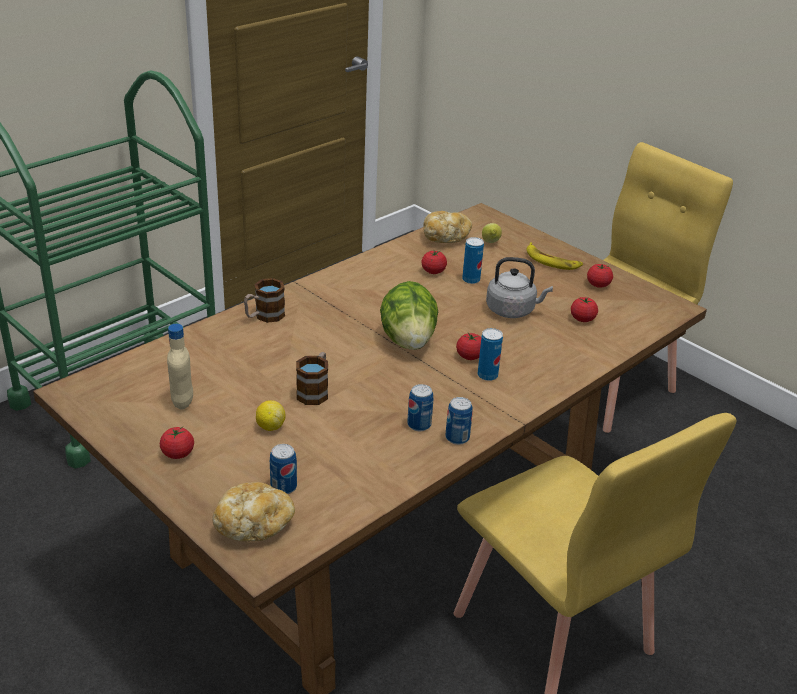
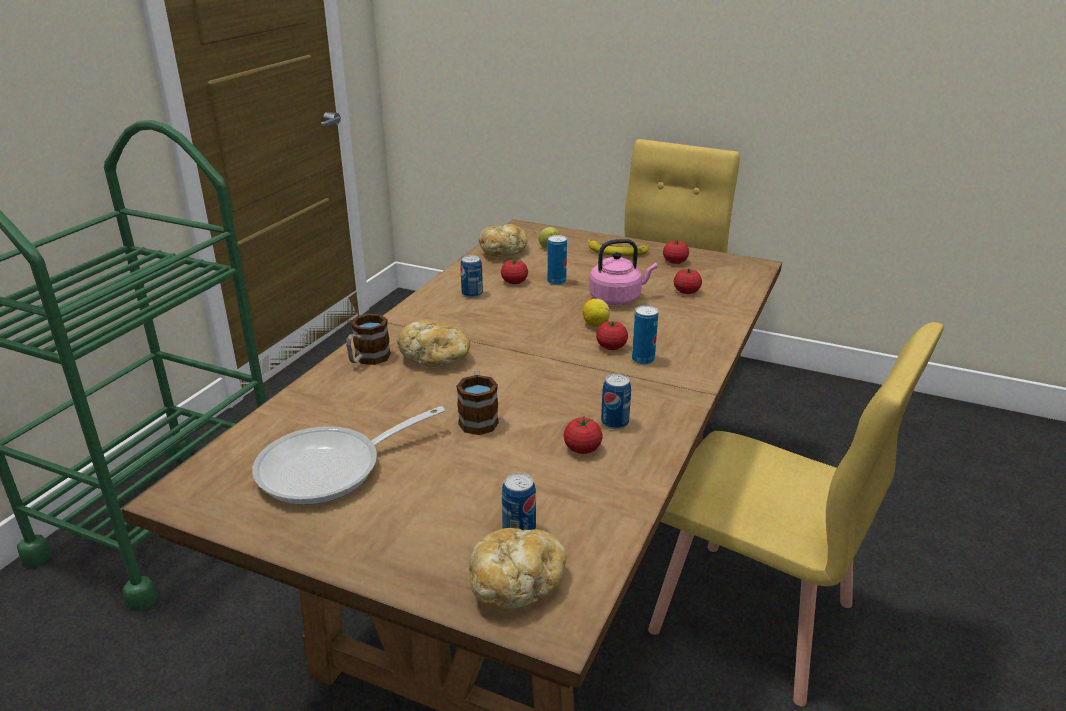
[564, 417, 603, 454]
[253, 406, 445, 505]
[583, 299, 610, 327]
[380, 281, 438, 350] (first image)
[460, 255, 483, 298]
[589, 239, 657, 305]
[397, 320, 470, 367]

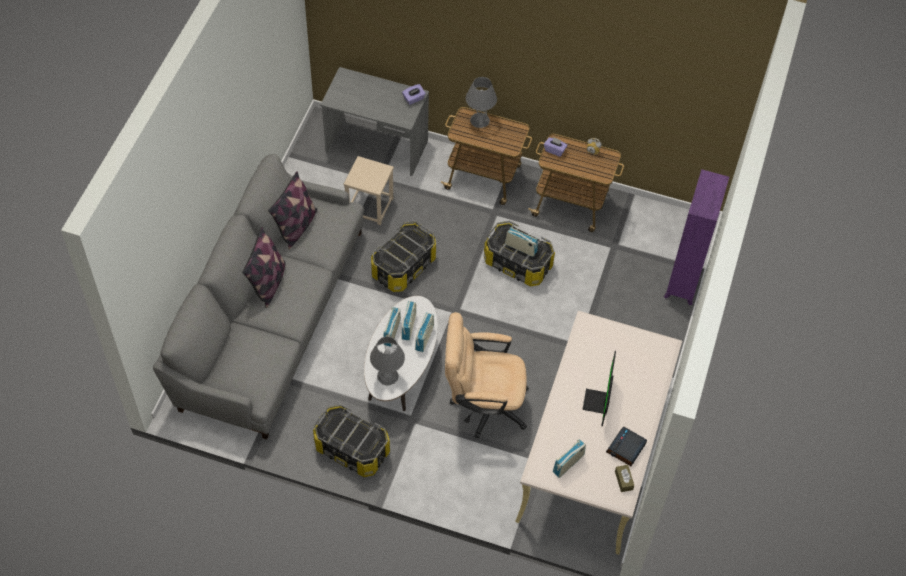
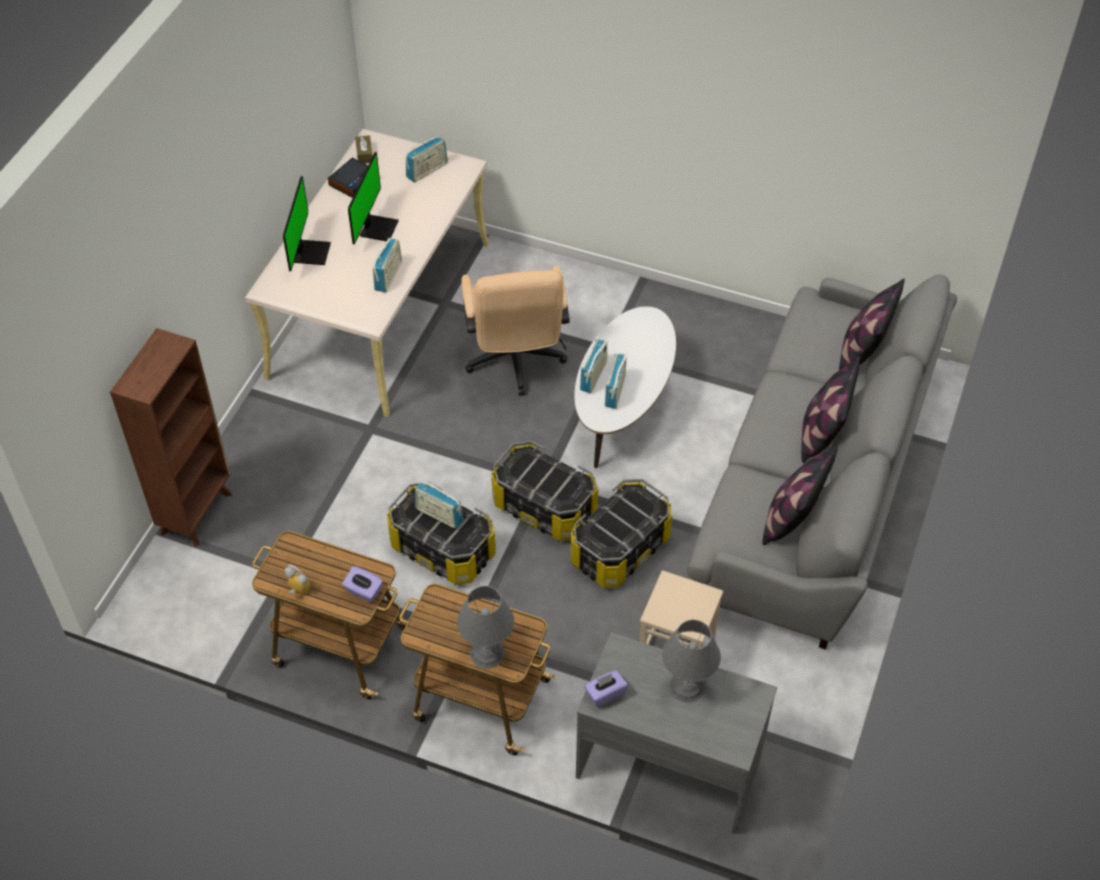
[492, 441, 598, 541]
[662, 620, 721, 703]
[373, 238, 402, 293]
[461, 266, 570, 396]
[110, 328, 232, 547]
[283, 176, 331, 271]
[839, 278, 905, 370]

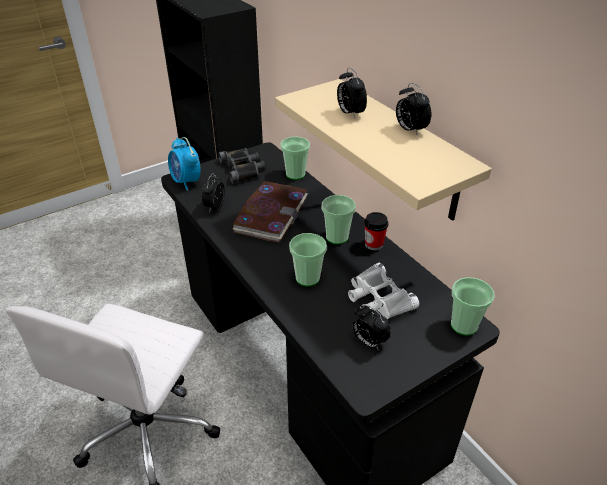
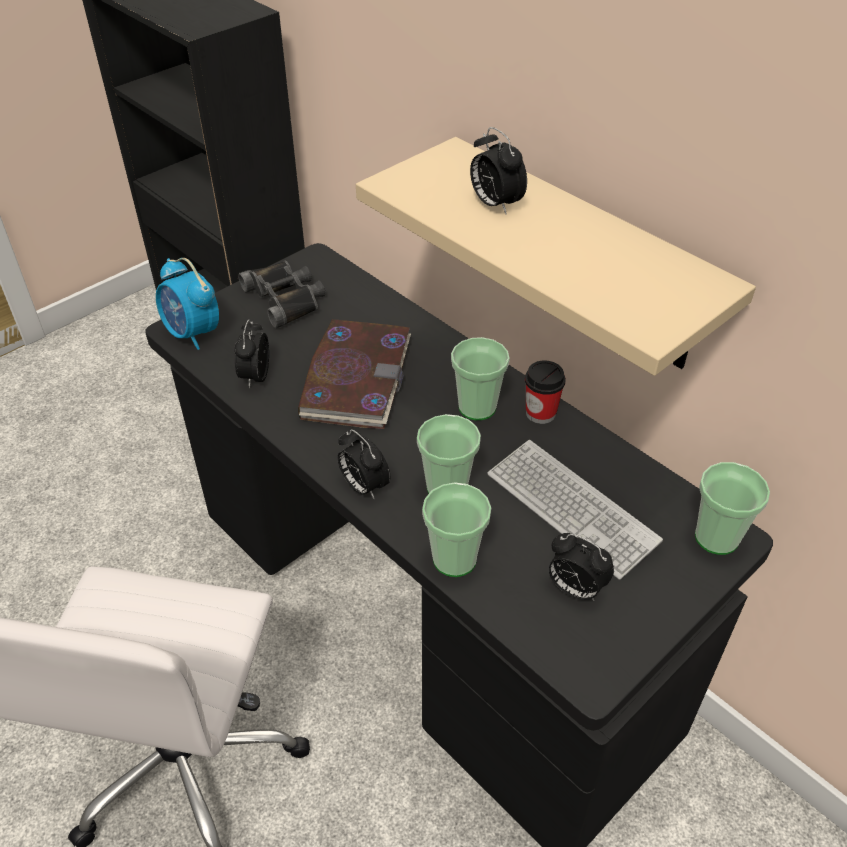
[422, 482, 491, 577]
[488, 440, 663, 580]
[338, 429, 390, 499]

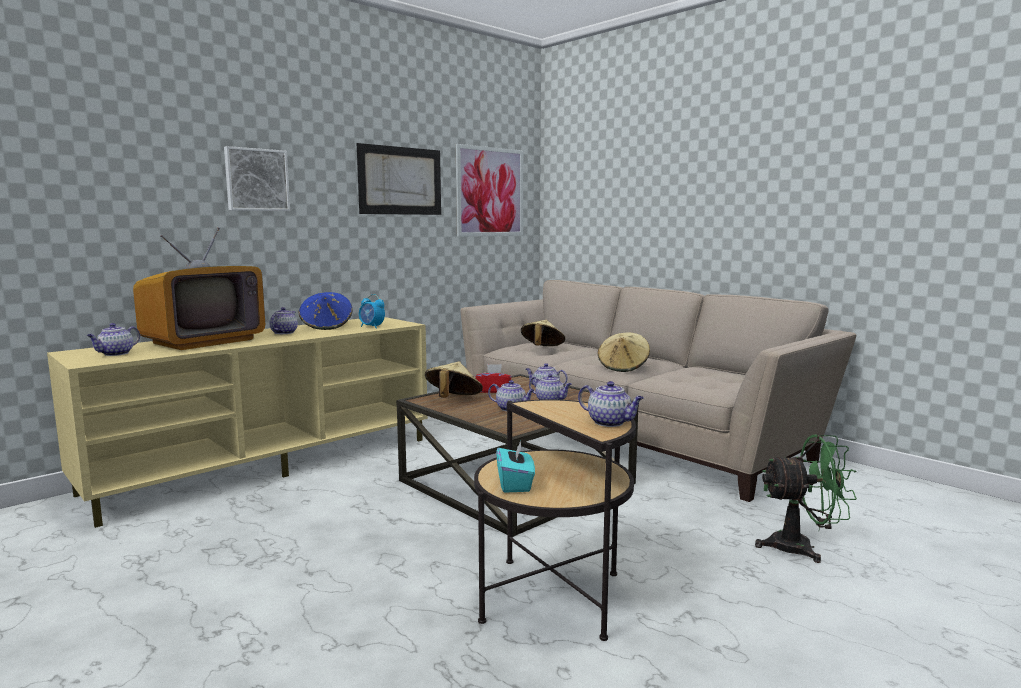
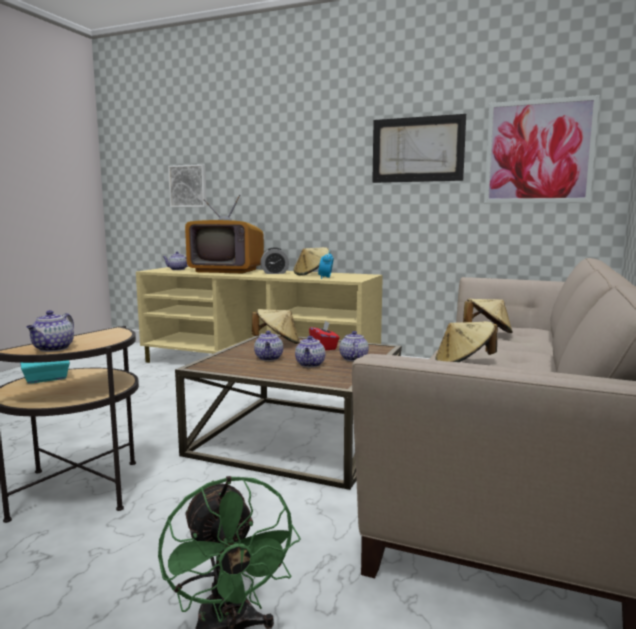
[168, 164, 207, 207]
[261, 247, 289, 274]
[293, 247, 329, 276]

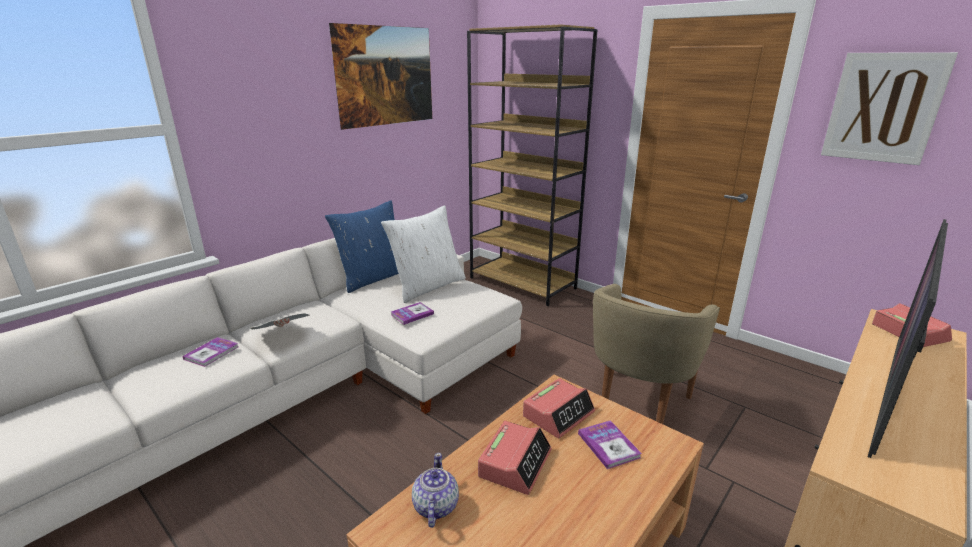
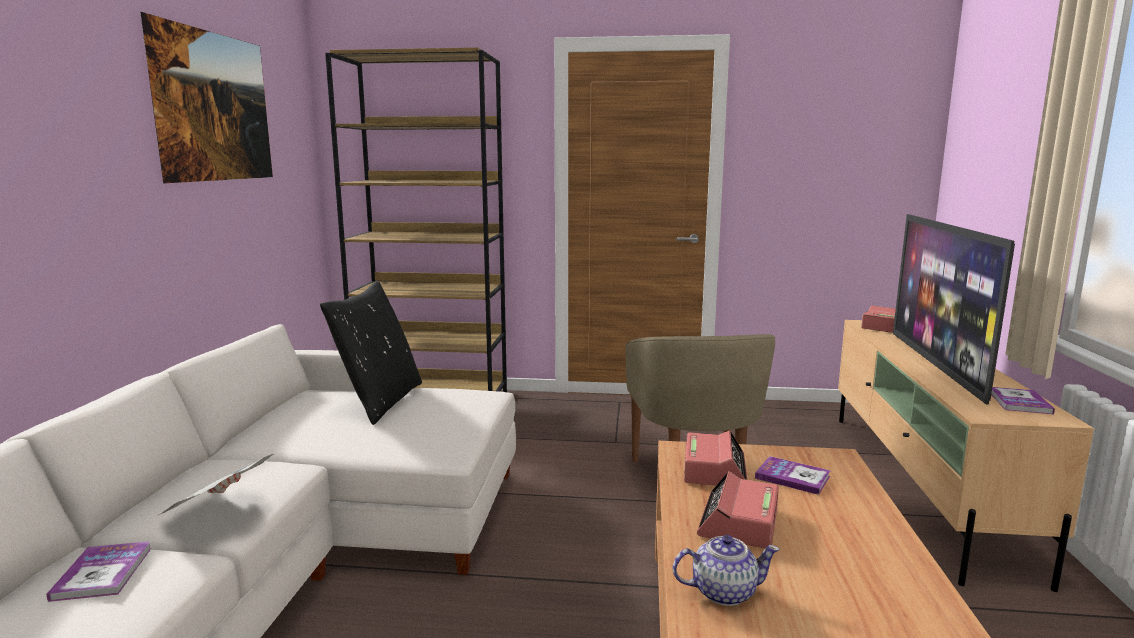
[325, 200, 399, 293] (first image)
[320, 281, 422, 425]
[991, 387, 1055, 414]
[673, 535, 780, 606]
[697, 471, 779, 548]
[821, 52, 958, 165] (first image)

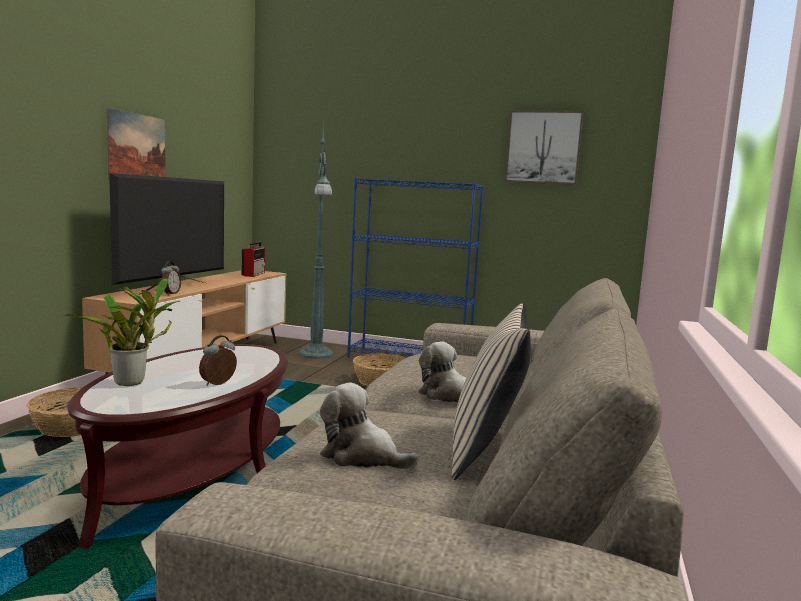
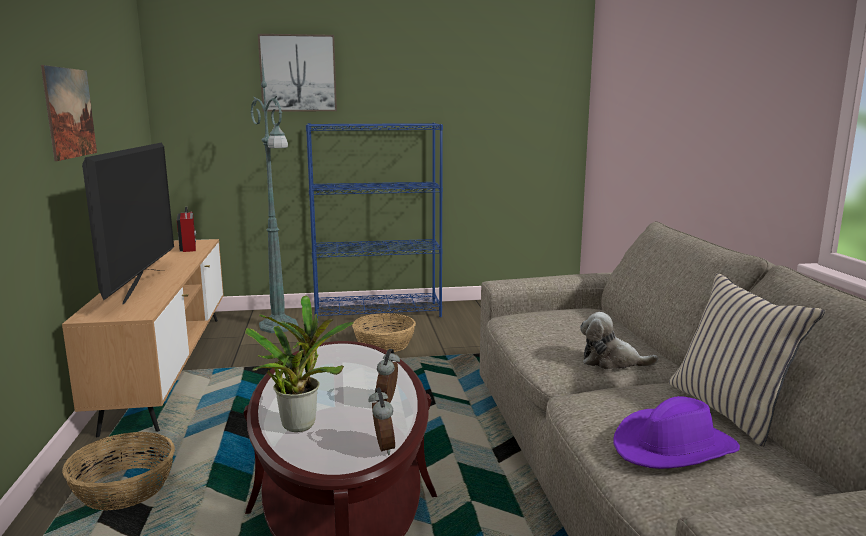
[368, 387, 395, 455]
[613, 396, 740, 469]
[258, 34, 337, 111]

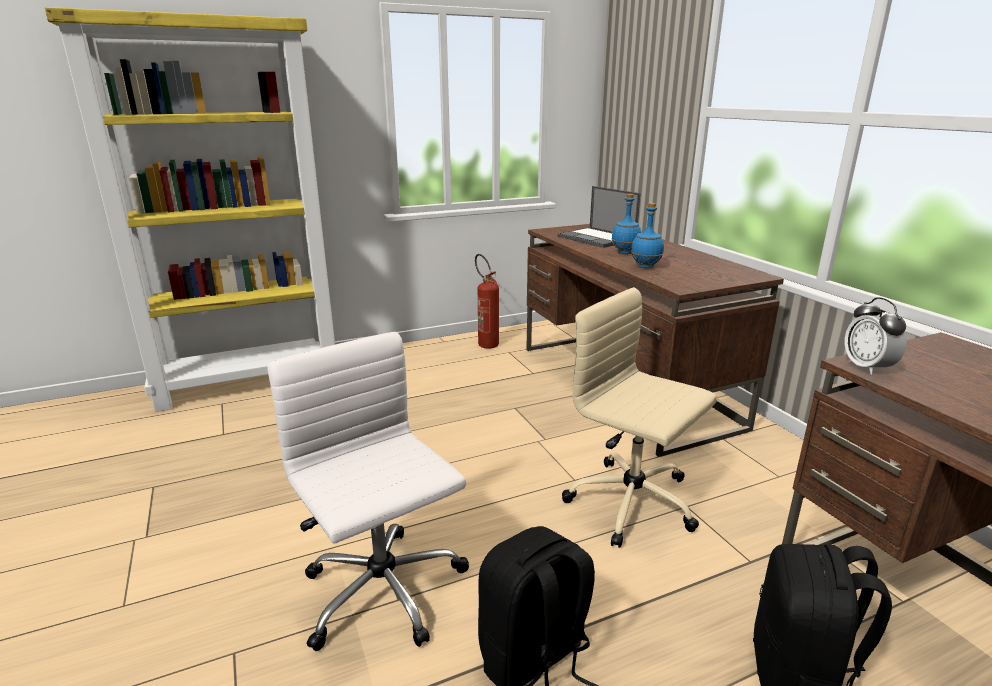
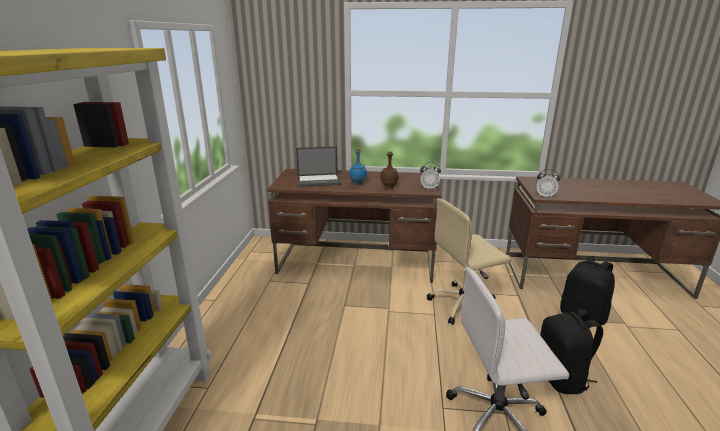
[475, 254, 499, 349] (first image)
[380, 151, 399, 189]
[420, 162, 441, 189]

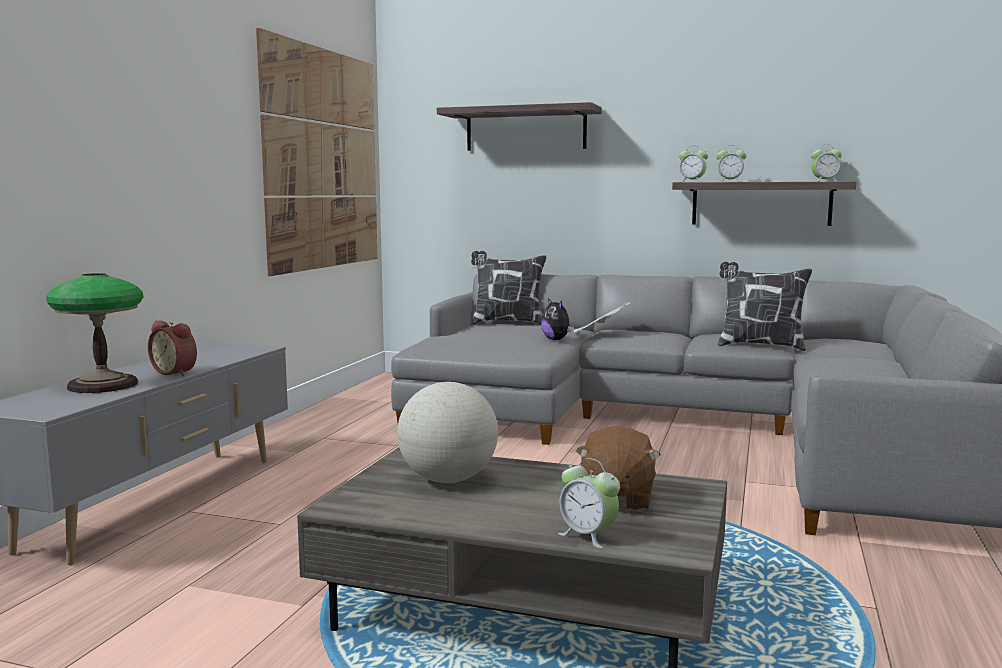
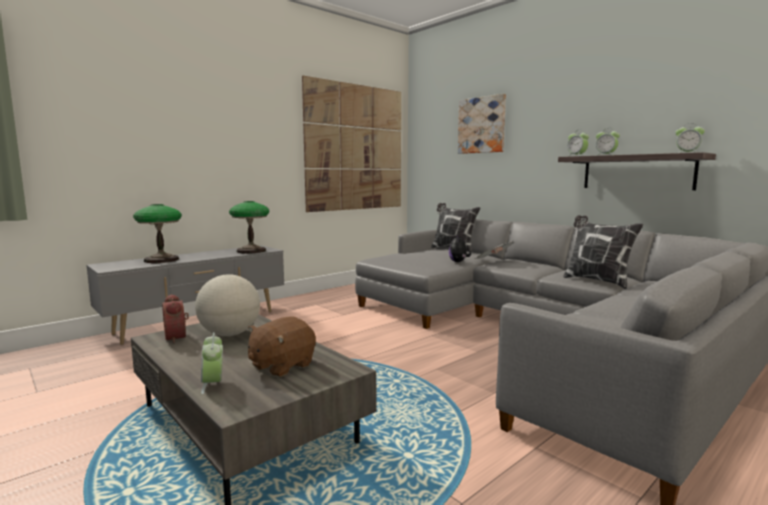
[162, 294, 189, 343]
[458, 94, 506, 154]
[229, 201, 269, 254]

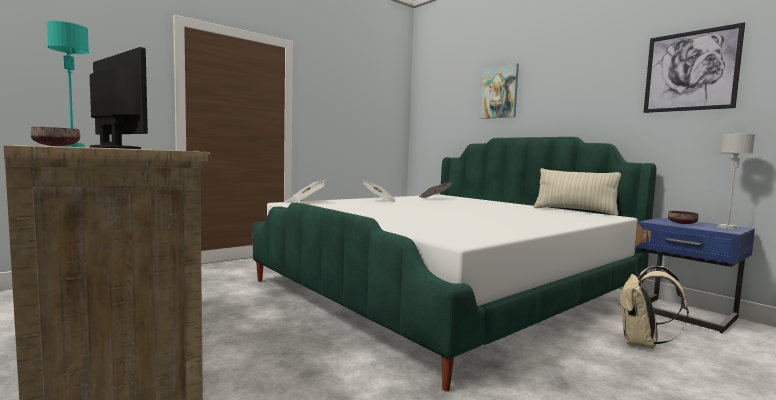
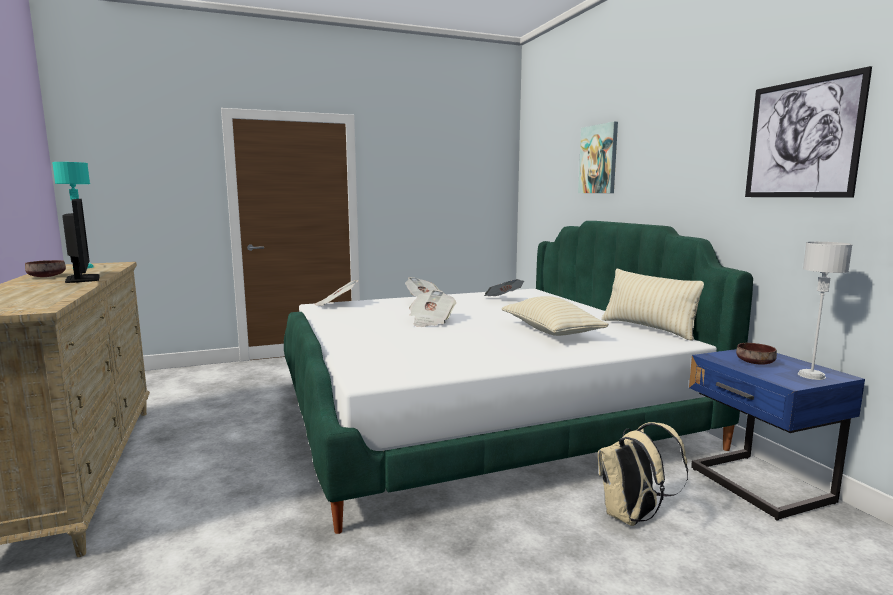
[409, 290, 456, 327]
[501, 296, 609, 336]

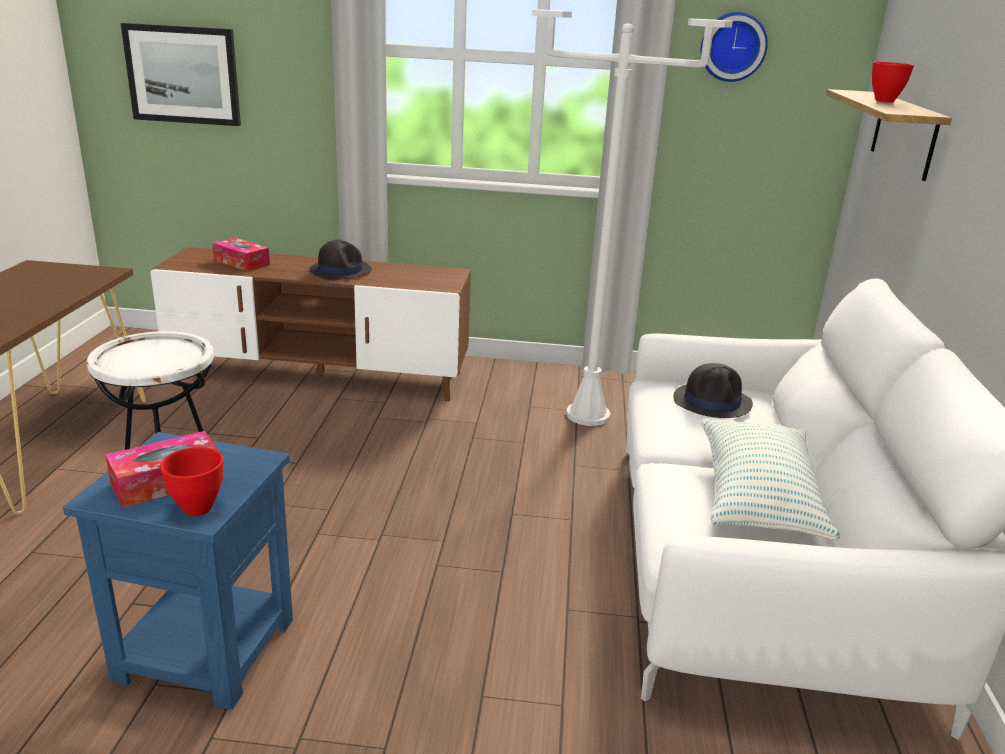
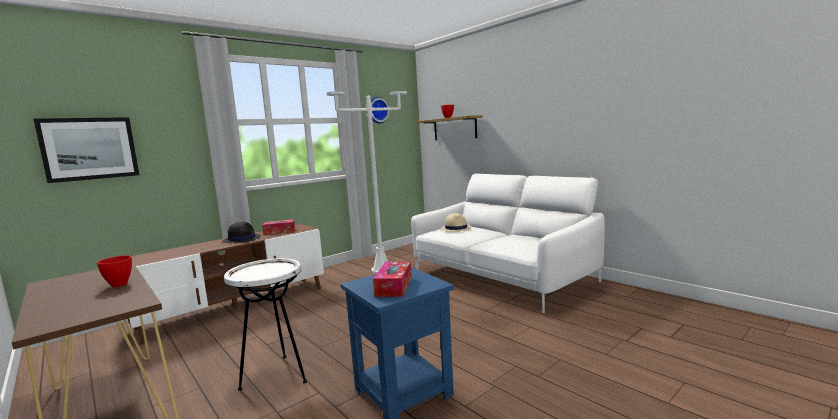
[97, 256, 132, 287]
[262, 219, 295, 235]
[441, 213, 472, 232]
[701, 418, 840, 540] (first image)

